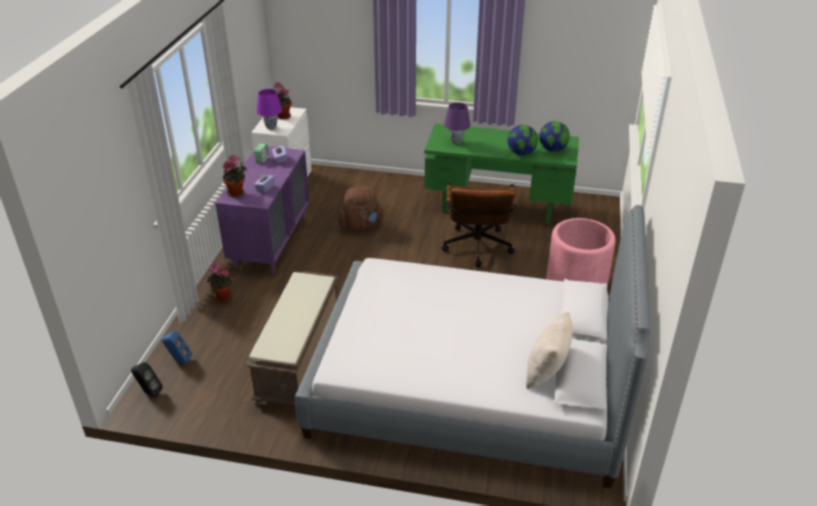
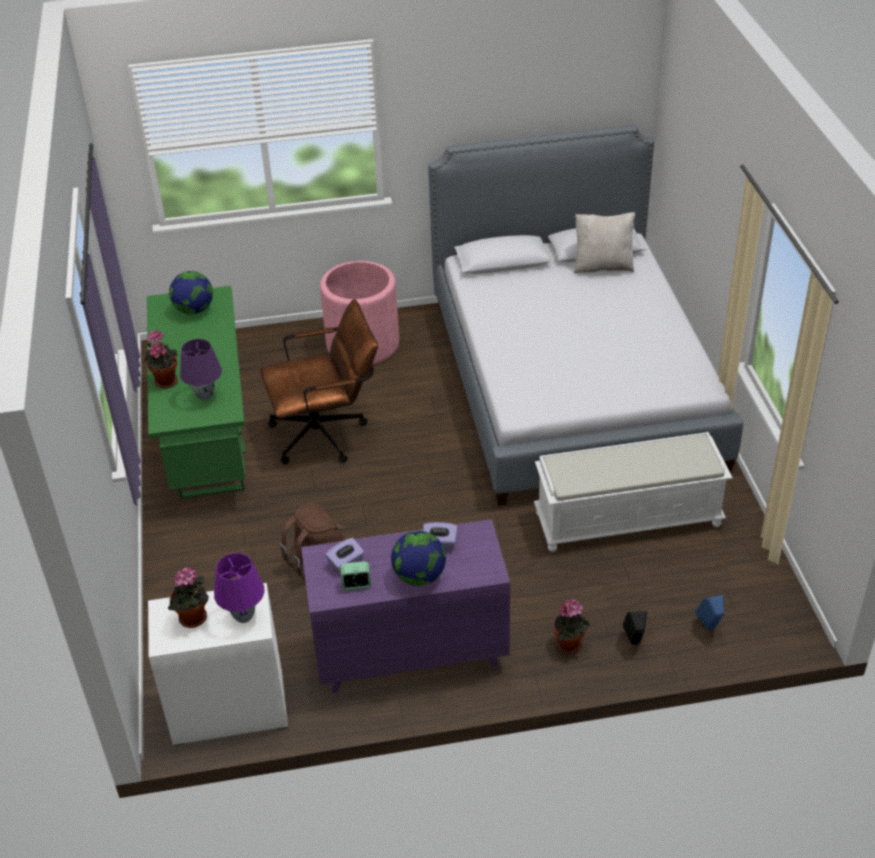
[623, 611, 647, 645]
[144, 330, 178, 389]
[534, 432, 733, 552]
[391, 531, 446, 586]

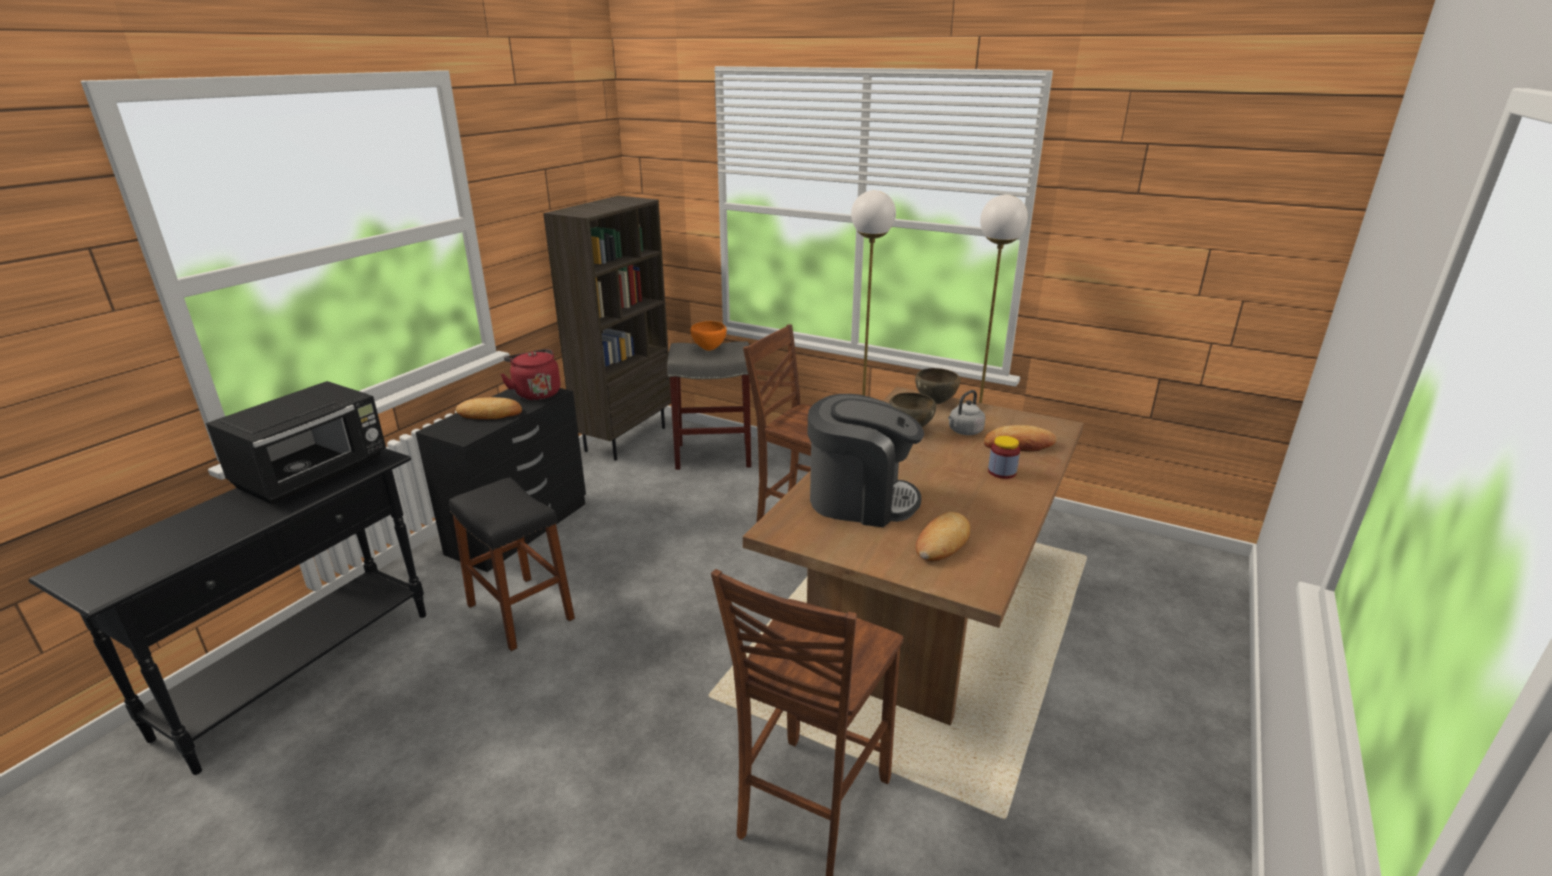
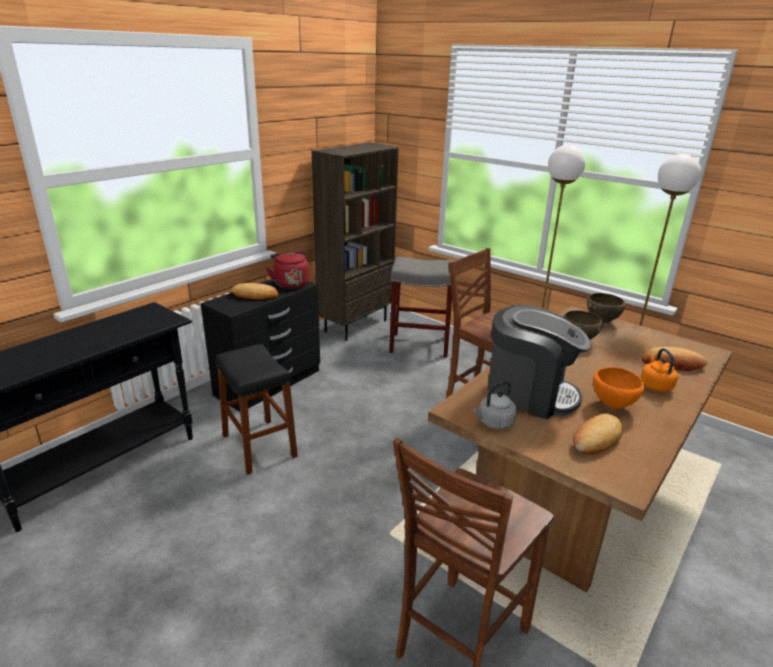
[206, 381, 386, 505] (first image)
[593, 367, 645, 409]
[473, 381, 517, 429]
[641, 348, 678, 392]

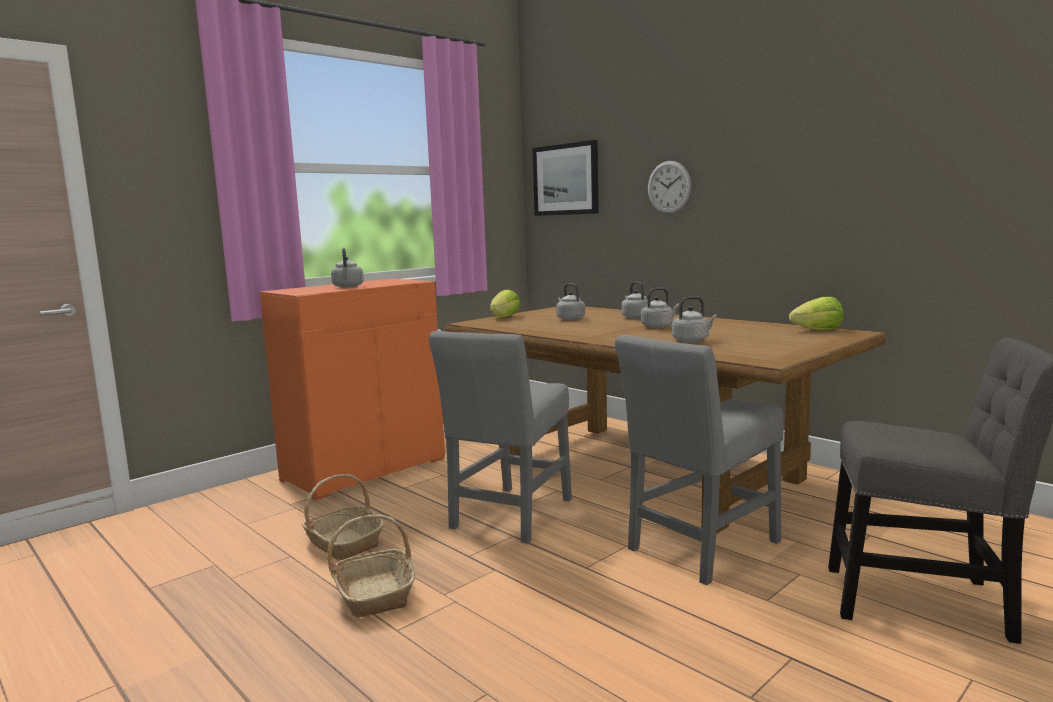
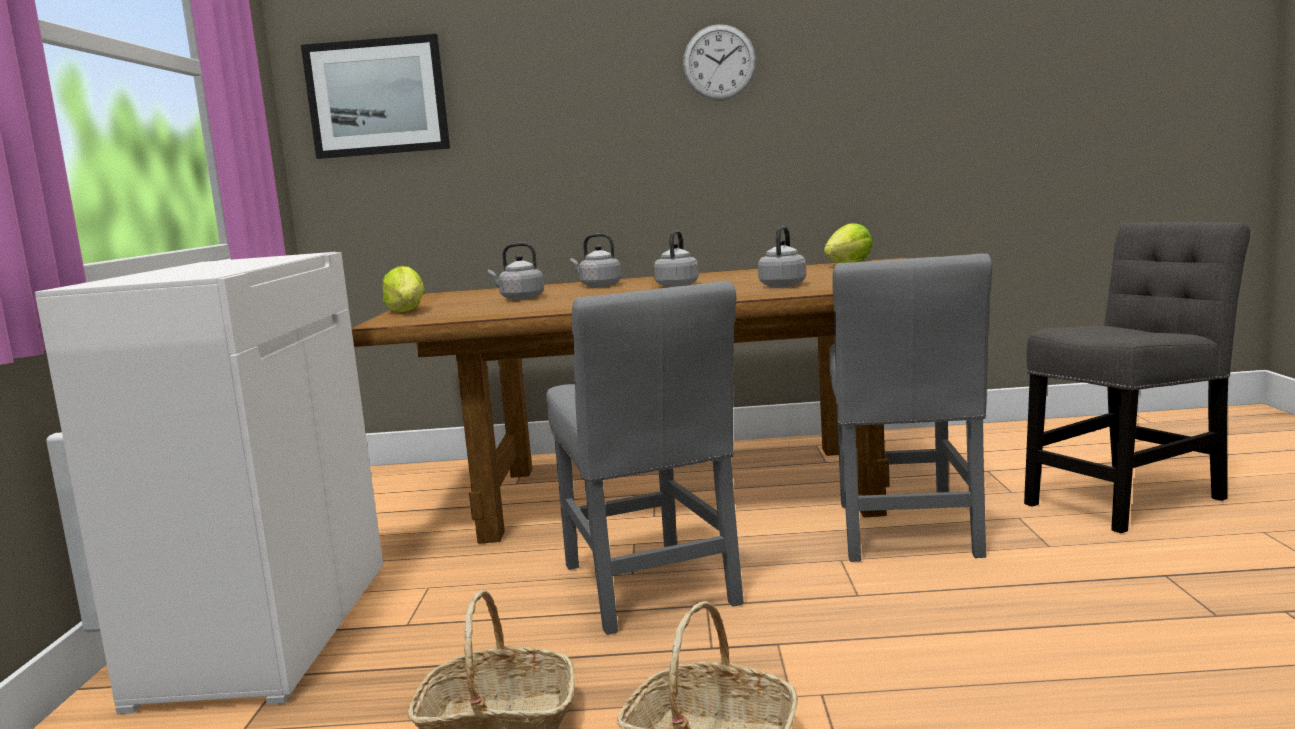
[35, 252, 383, 714]
[331, 248, 364, 288] (first image)
[683, 24, 756, 101]

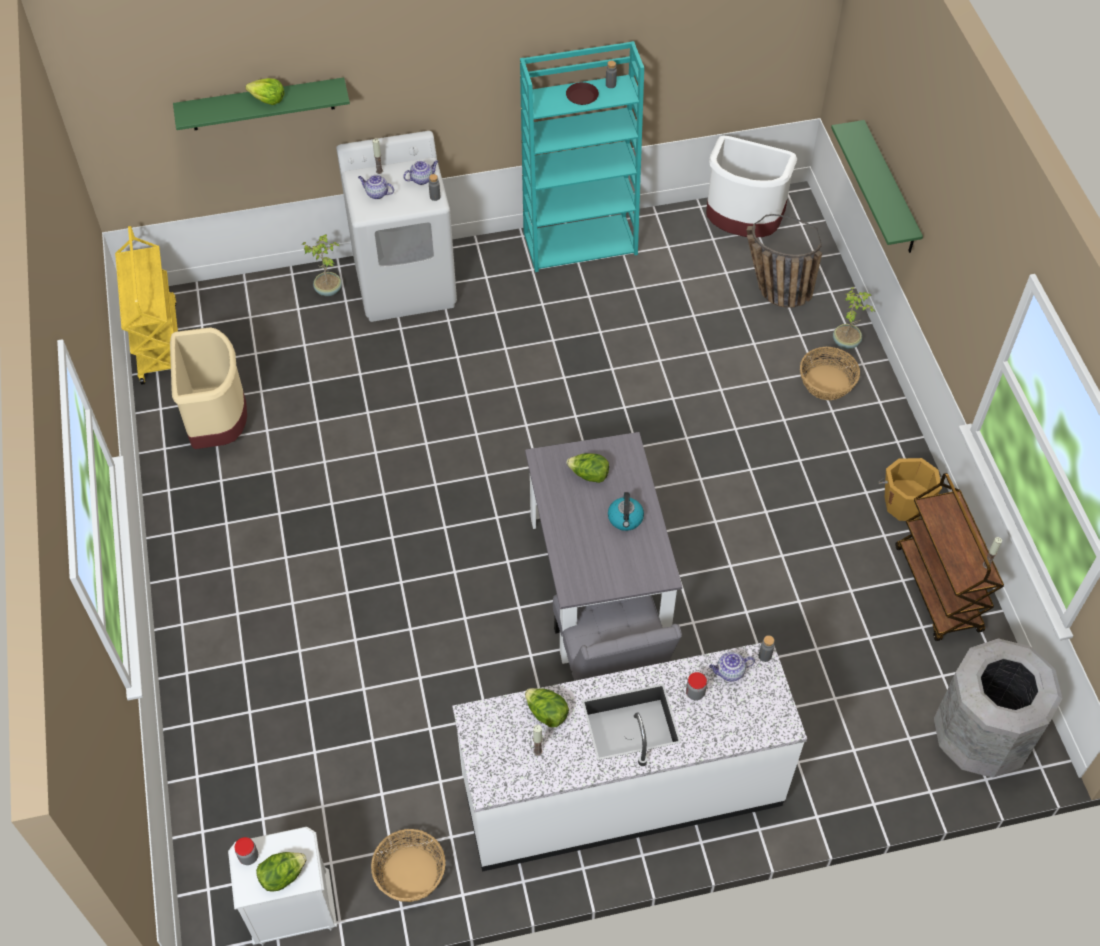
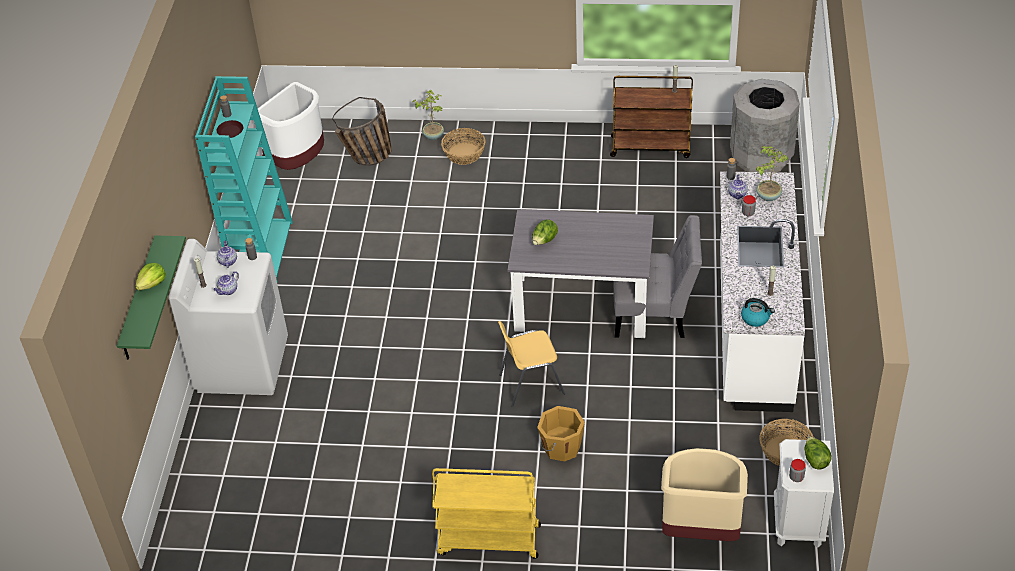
[432, 468, 541, 559]
[661, 448, 748, 541]
[756, 146, 788, 201]
[525, 688, 569, 727] (first image)
[741, 298, 775, 327]
[831, 120, 923, 253] (first image)
[537, 406, 585, 462]
[498, 321, 565, 407]

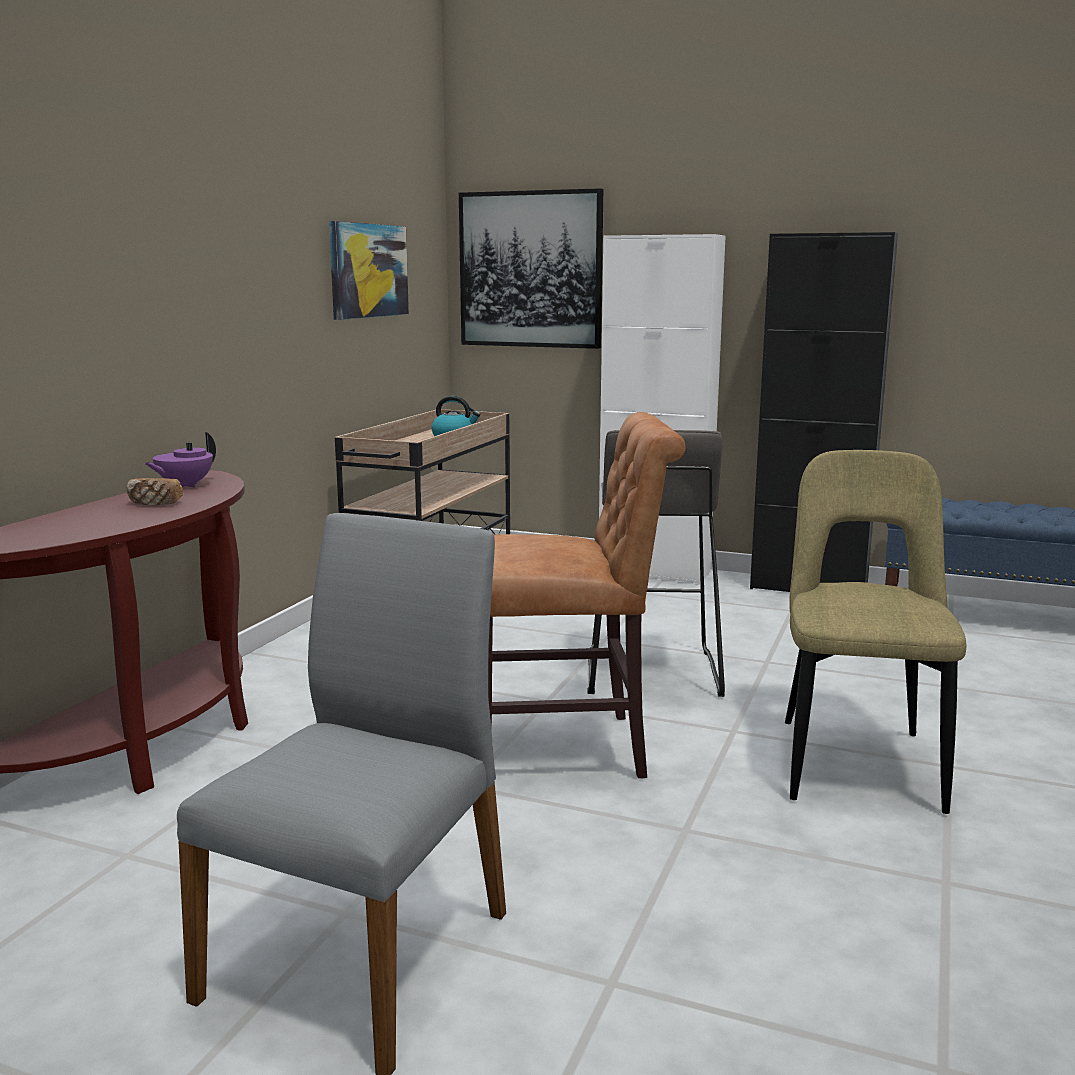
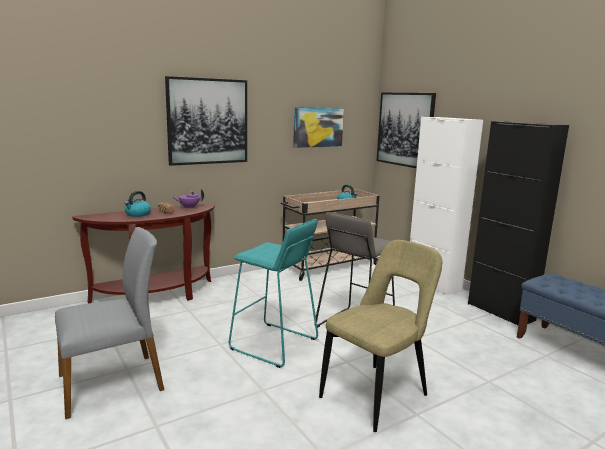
[229, 219, 318, 368]
[124, 191, 151, 217]
[165, 76, 247, 166]

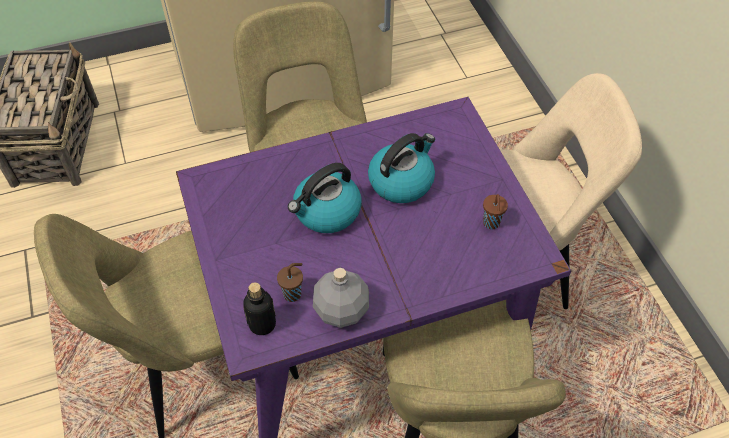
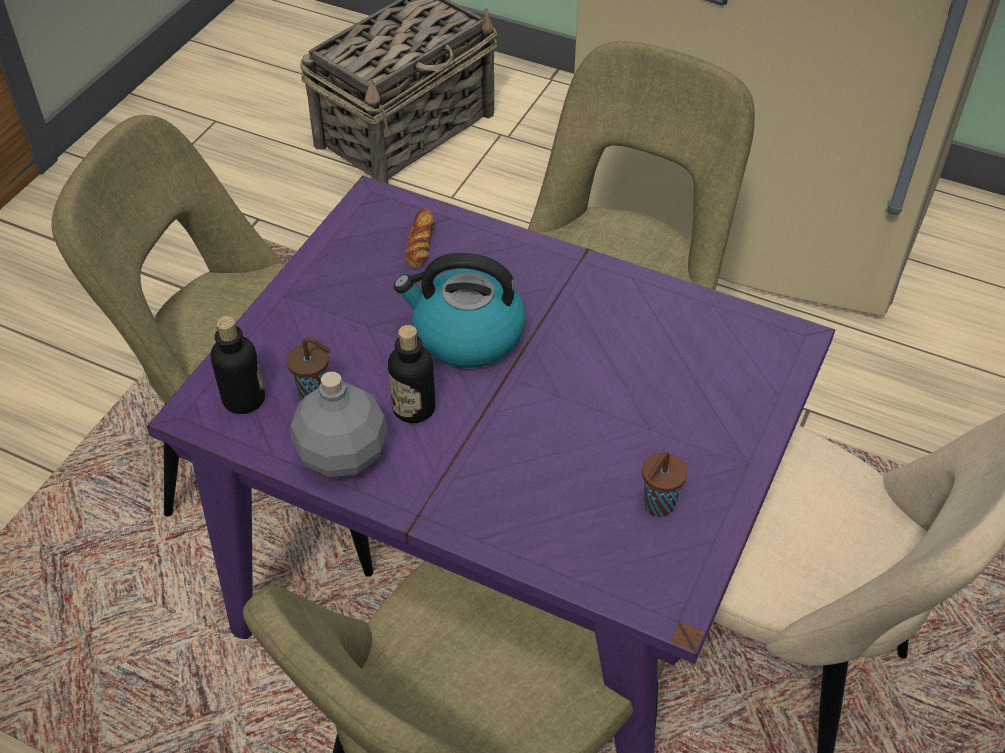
[368, 133, 435, 203] (first image)
[388, 325, 435, 423]
[405, 209, 434, 268]

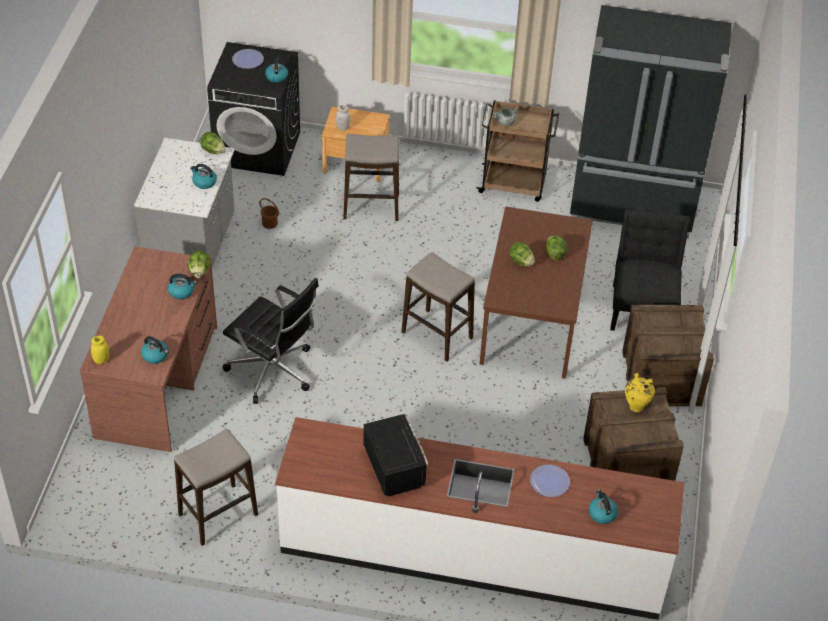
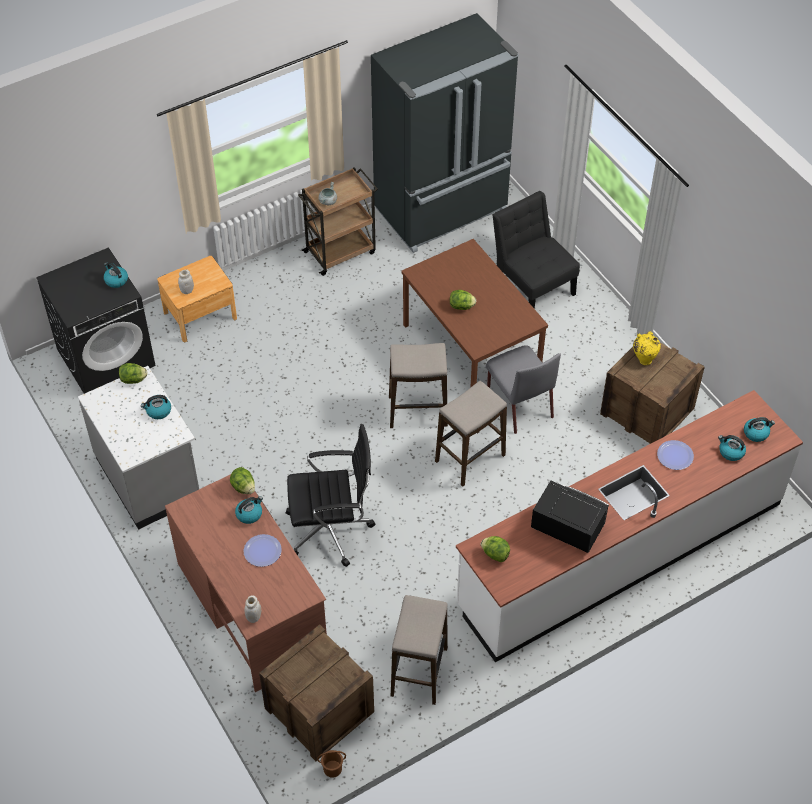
[245, 595, 261, 623]
[744, 417, 775, 442]
[244, 534, 282, 567]
[317, 750, 346, 778]
[435, 381, 507, 487]
[480, 536, 510, 562]
[259, 624, 374, 761]
[486, 345, 561, 434]

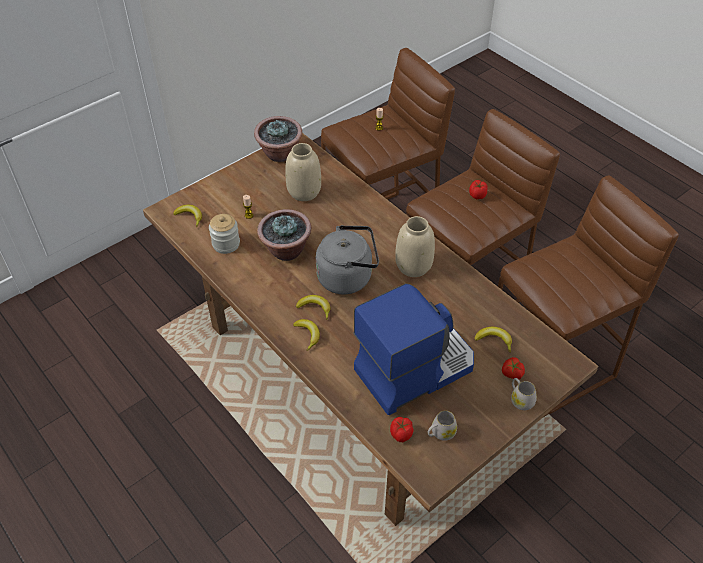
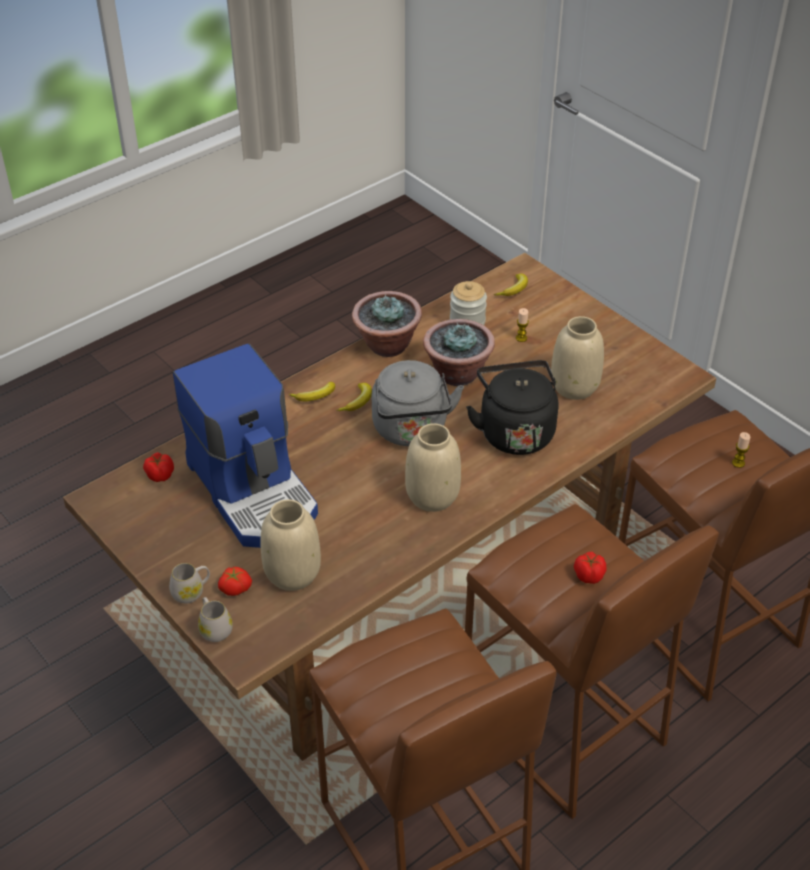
[352, 291, 422, 357]
[198, 597, 233, 642]
[260, 499, 321, 591]
[466, 360, 558, 455]

